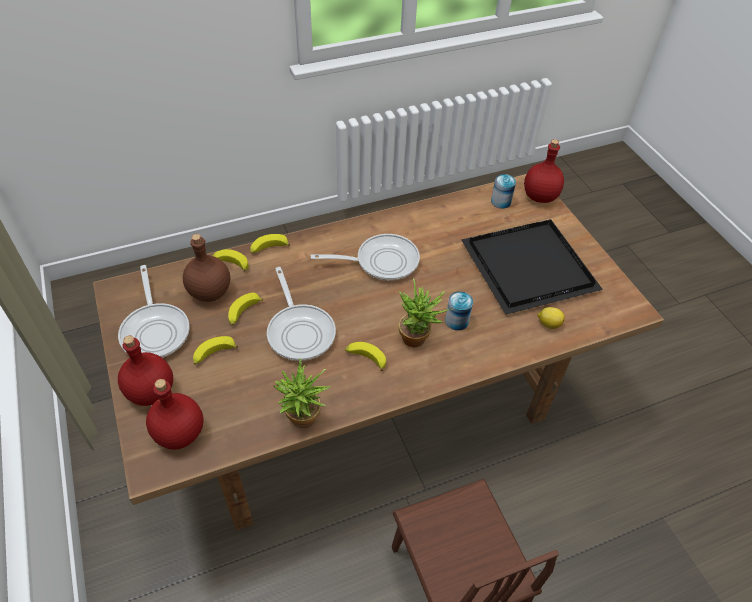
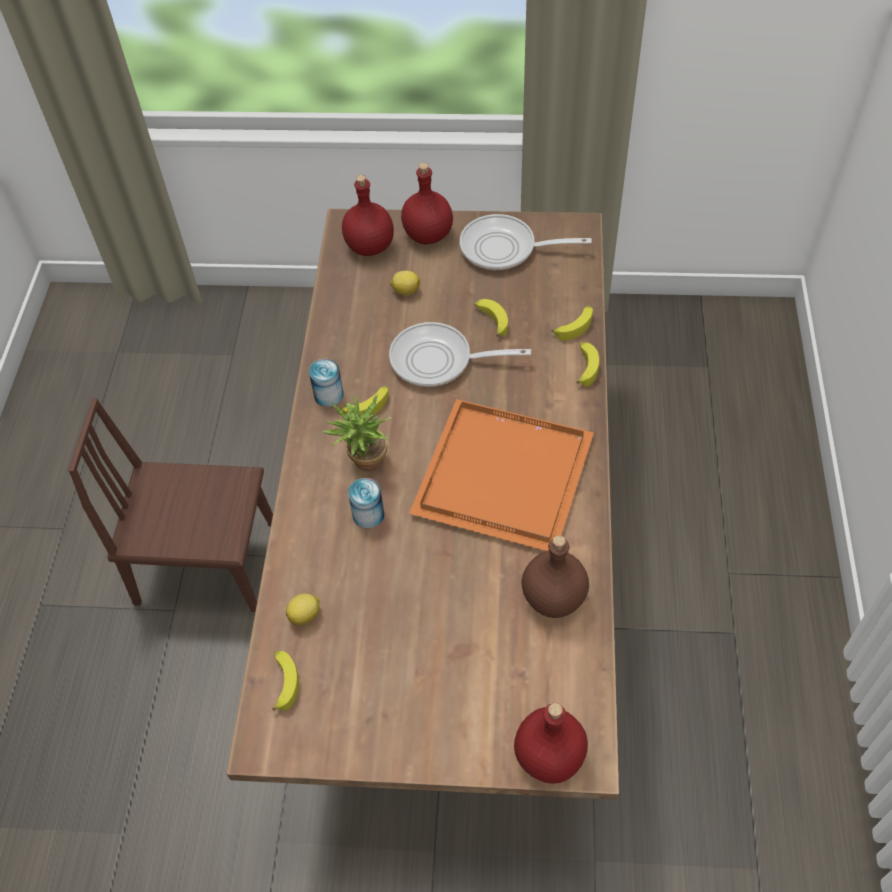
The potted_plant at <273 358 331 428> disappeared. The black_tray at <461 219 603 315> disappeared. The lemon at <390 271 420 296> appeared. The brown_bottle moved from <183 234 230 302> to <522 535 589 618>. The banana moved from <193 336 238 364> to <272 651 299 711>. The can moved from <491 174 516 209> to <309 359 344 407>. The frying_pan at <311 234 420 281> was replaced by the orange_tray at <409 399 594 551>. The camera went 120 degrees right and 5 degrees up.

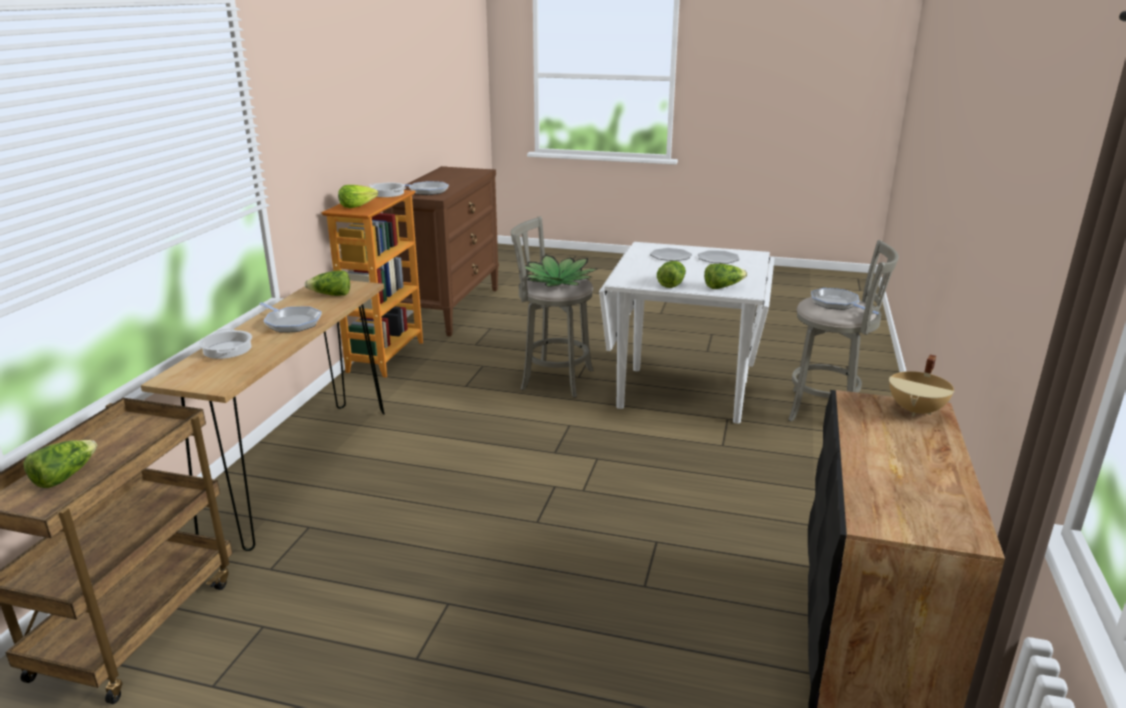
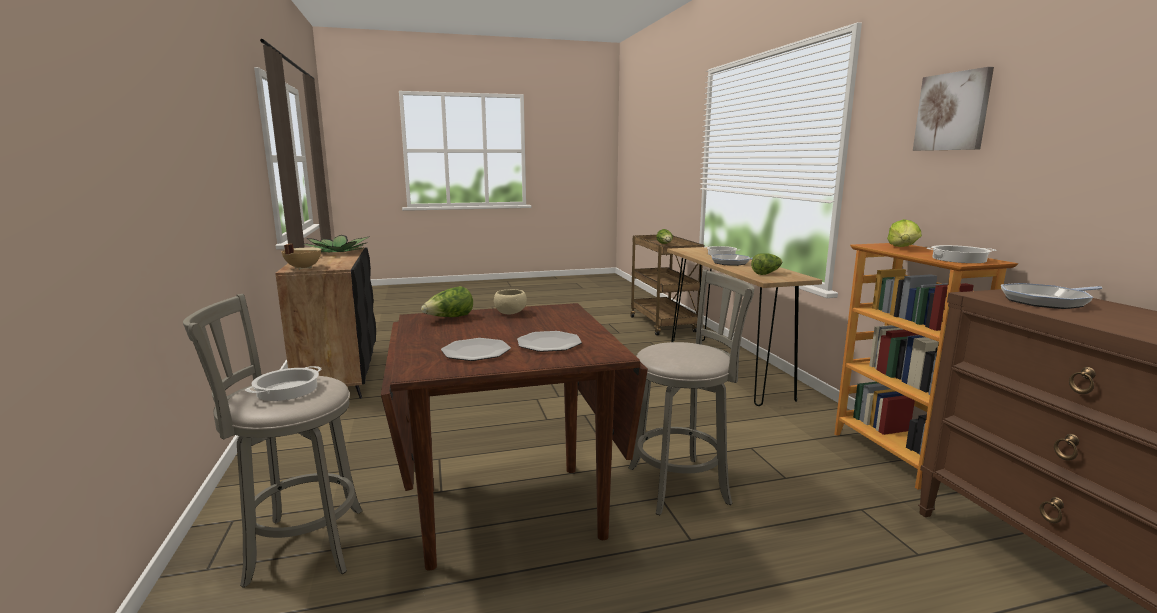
The picture at <913 67 994 151> appeared. The potted_plant moved from <525 255 597 287> to <303 235 370 252>. The lettuce at <657 261 686 288> was replaced by the beige_bowl at <494 289 527 315>. The frying_pan at <811 288 879 314> was replaced by the cooking_pot at <245 366 321 401>. The white_dining_table at <599 242 775 424> became the brown_dining_table at <381 303 648 571>. The camera went 150 degrees right and 10 degrees down.

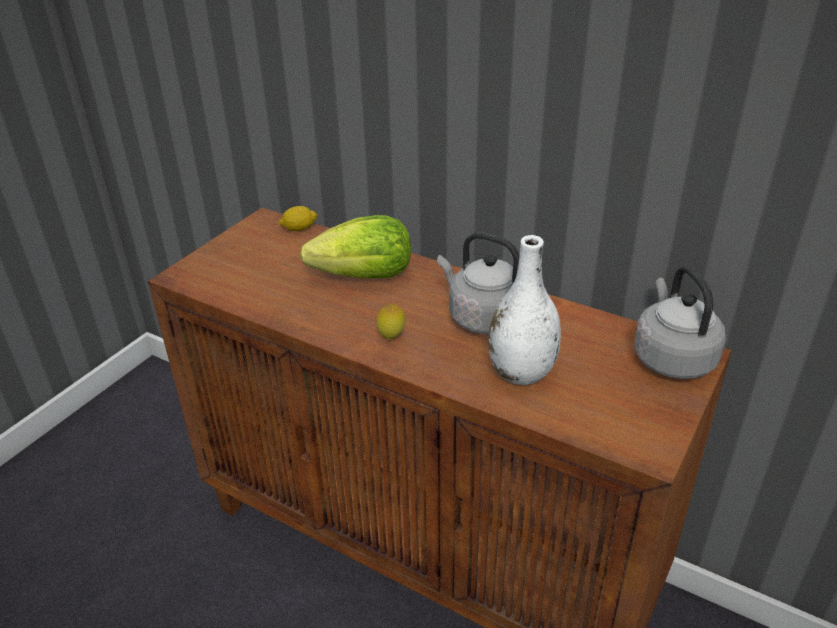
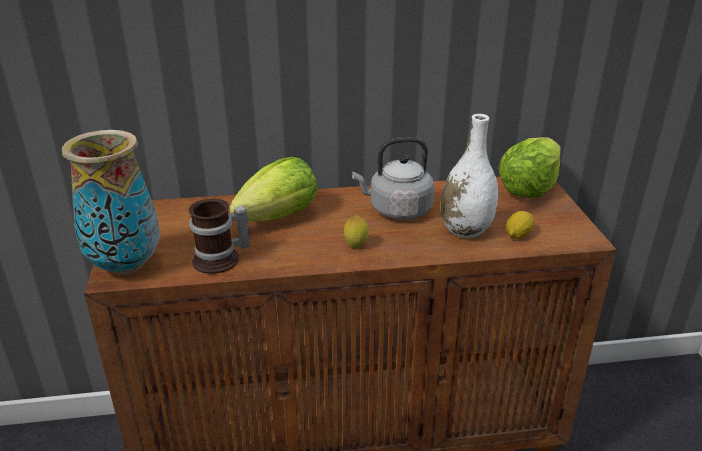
The vase at <62 130 160 275> appeared. The mug at <188 199 250 274> appeared. The lemon moved from <278 206 318 231> to <506 211 534 239>. The grey_kettle at <634 266 726 379> was replaced by the lettuce at <499 137 560 198>. The camera went 40 degrees left and 5 degrees down.

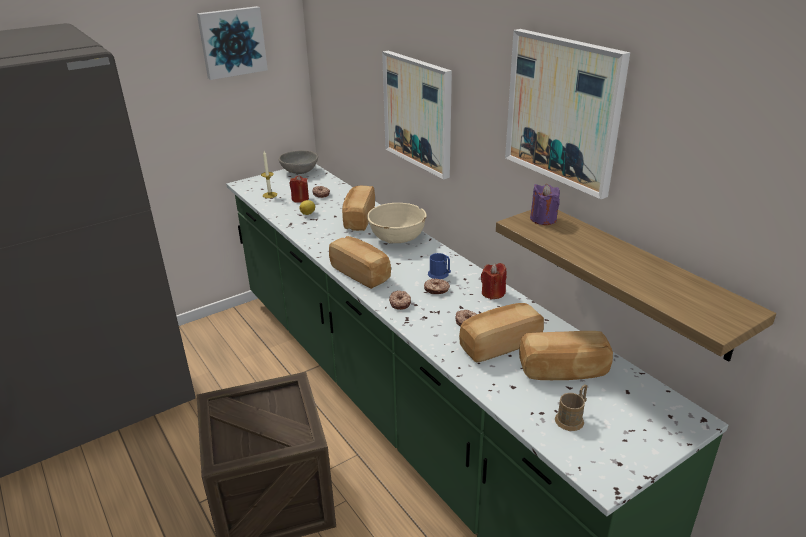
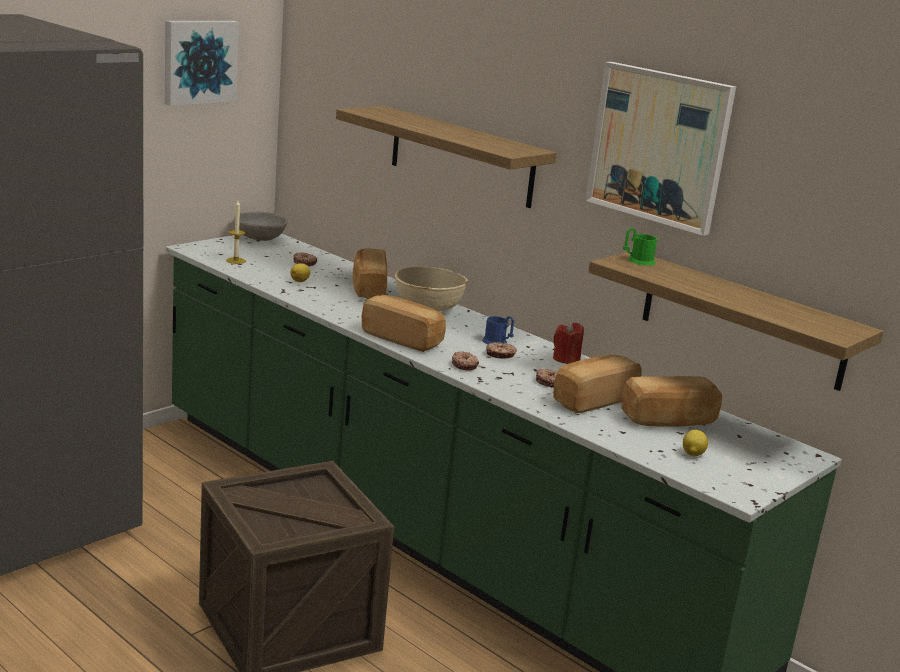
The red_candle at <289 175 309 203> disappeared. The picture at <382 51 452 179> was replaced by the shelf at <336 106 557 208>. The purple_candle at <530 184 560 225> was replaced by the green_mug at <623 228 657 266>. The brown_mug at <555 384 587 431> was replaced by the lemon at <683 430 708 456>. The camera went 15 degrees left and 10 degrees down.

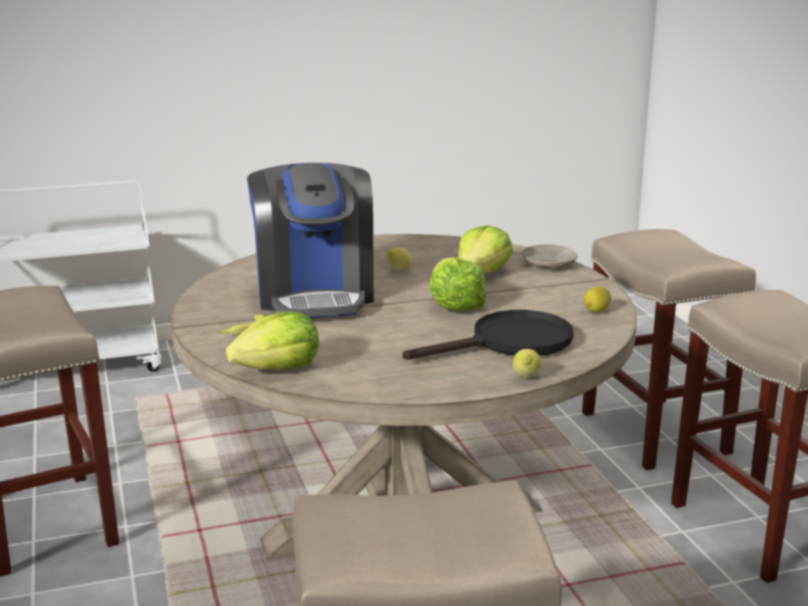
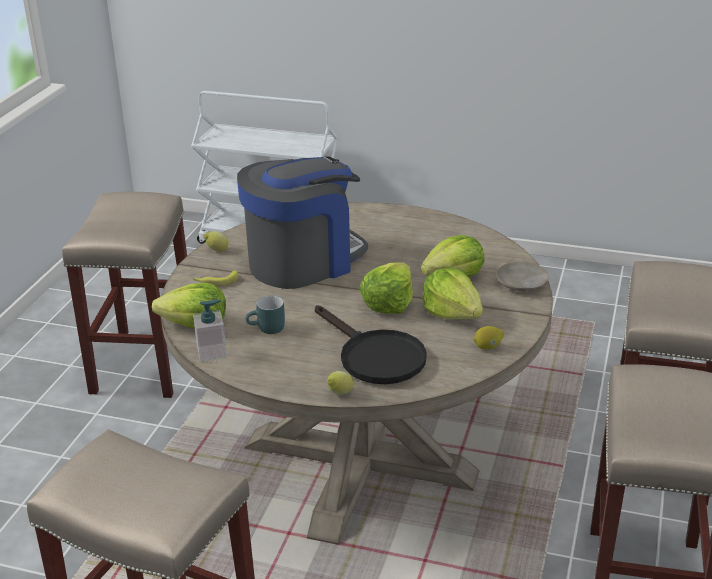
The soap_dispenser at <193 300 227 362> appeared. The turquoise_mug at <246 296 285 334> appeared. The lettuce at <422 268 483 319> appeared. The lemon moved from <387 247 412 270> to <203 231 229 252>. The coffee_machine at <247 163 374 318> turned 150 degrees counterclockwise. The black_frying_pan at <403 310 574 360> turned 45 degrees clockwise. The camera went 35 degrees right and 10 degrees up.

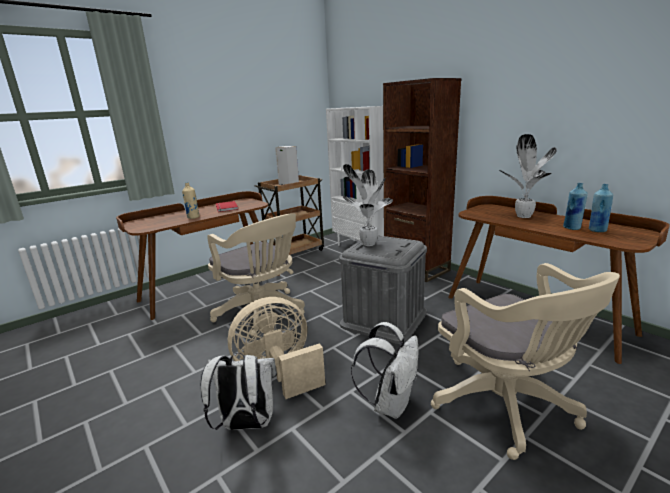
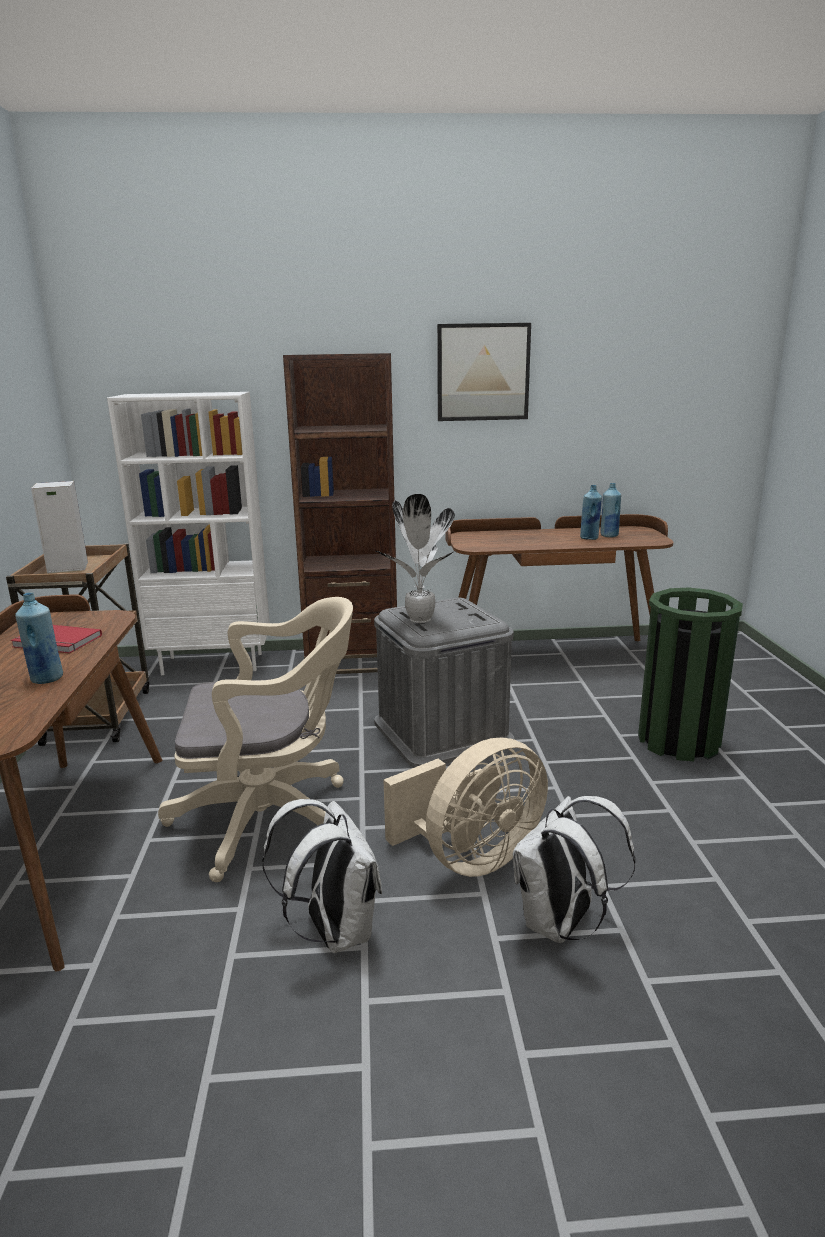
The potted_plant at <499 134 557 218> disappeared. The picture at <437 323 531 421> appeared. The white_backpack moved from <351 322 418 419> to <262 799 382 953>. The beige_office_chair at <431 263 620 460> was replaced by the green_trash_can at <638 587 743 761>. The beige_bottle at <182 182 200 219> became the blue_bottle at <15 592 63 684>. The beige_fan at <228 297 325 399> turned 135 degrees counterclockwise. The camera went 55 degrees left and 0 degrees up.

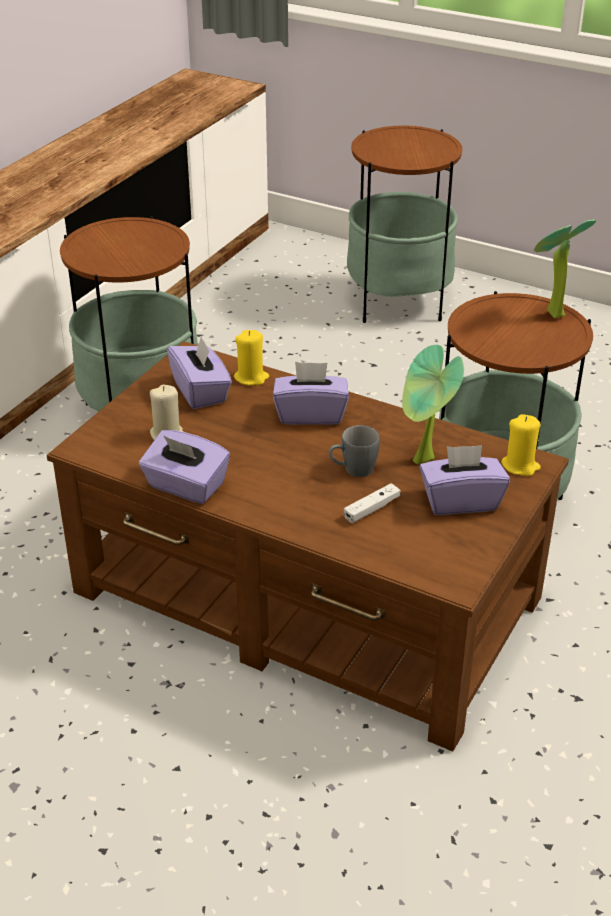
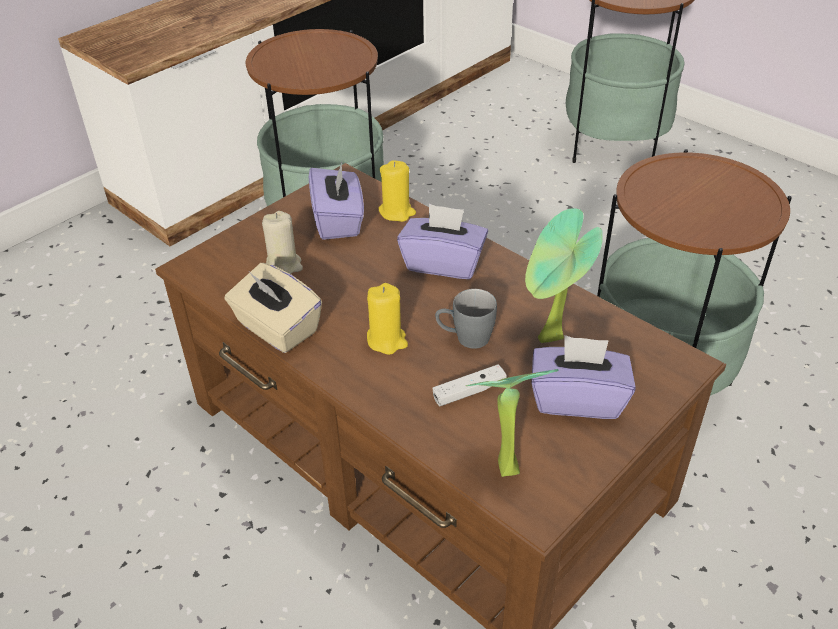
The yellow_candle moved from <501 414 541 476> to <367 283 408 355>. The potted_plant moved from <534 219 596 318> to <466 369 559 477>. The purple_tissue_box at <139 430 230 504> became the beige_tissue_box at <225 263 322 353>. The camera went 15 degrees right and 5 degrees up.

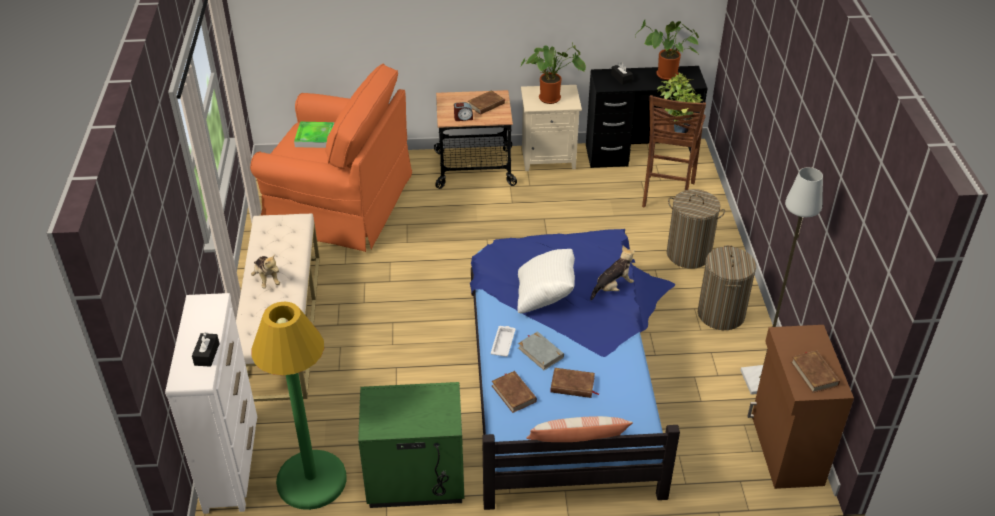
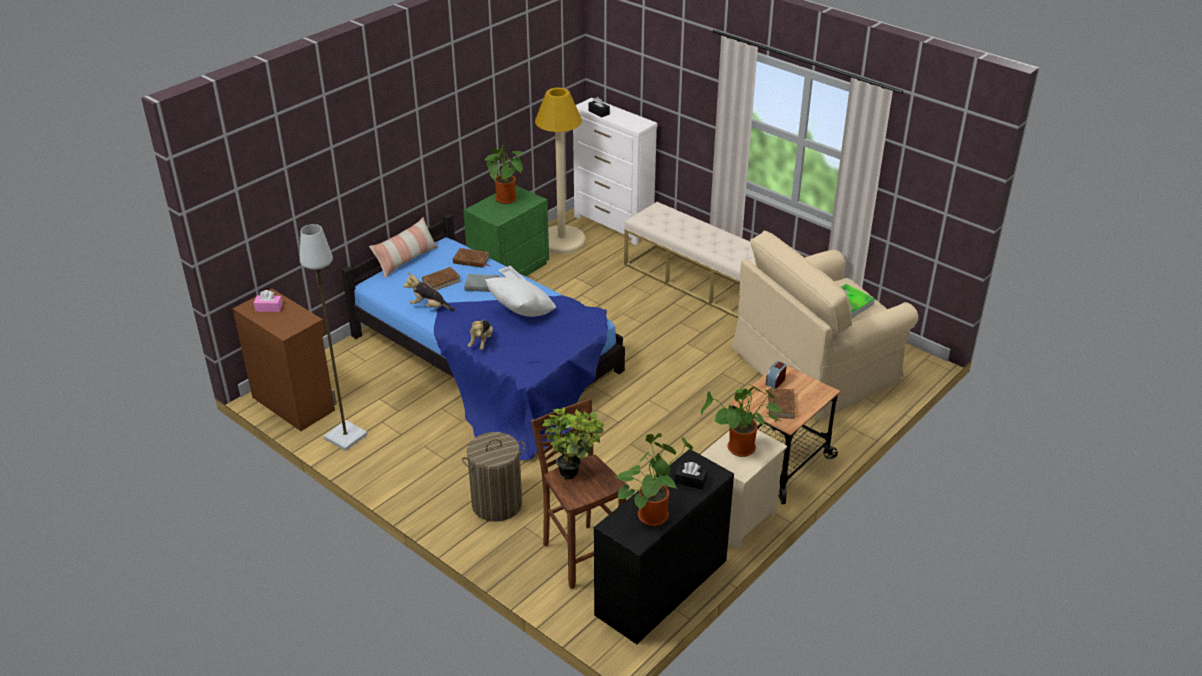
The laundry_basket at <698 245 756 330> disappeared. The potted_plant at <485 146 525 204> appeared. The plush_toy moved from <251 253 280 288> to <404 273 455 311>. The brown_book at <791 351 840 393> was replaced by the pink_tissue_box at <254 290 283 312>. The orange_armchair at <250 64 412 252> became the beige_armchair at <731 231 919 421>. The green_floor_lamp at <252 302 347 510> became the beige_floor_lamp at <535 88 586 254>. The camera went 135 degrees right and 5 degrees down.

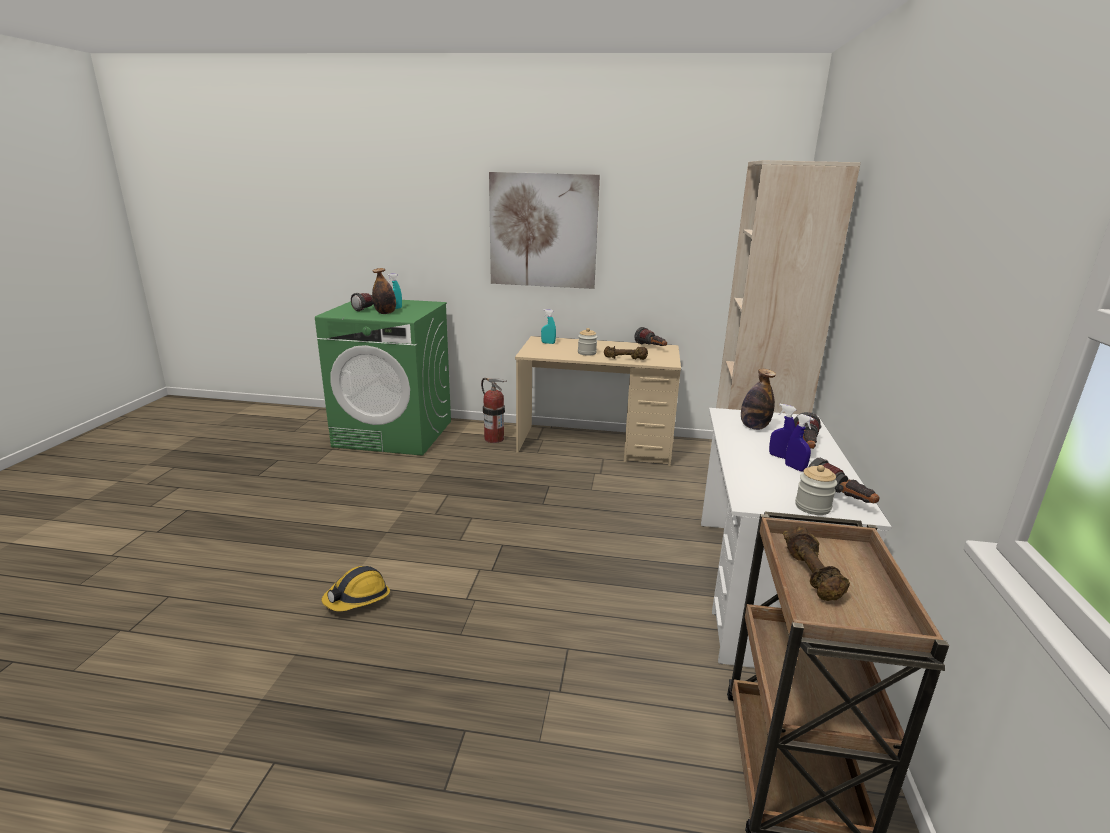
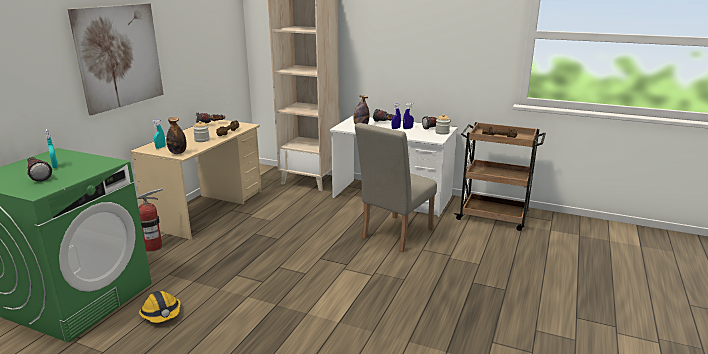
The beige_chair at <355 123 437 253> appeared. The hard_hat moved from <322 566 390 612> to <139 291 181 323>. The bottle moved from <372 268 396 314> to <166 117 187 154>. The camera went 75 degrees left and 0 degrees up.

